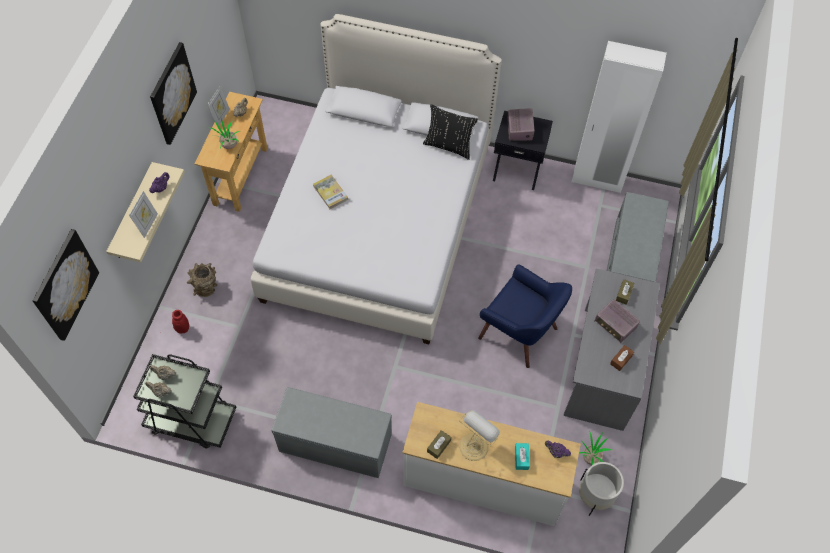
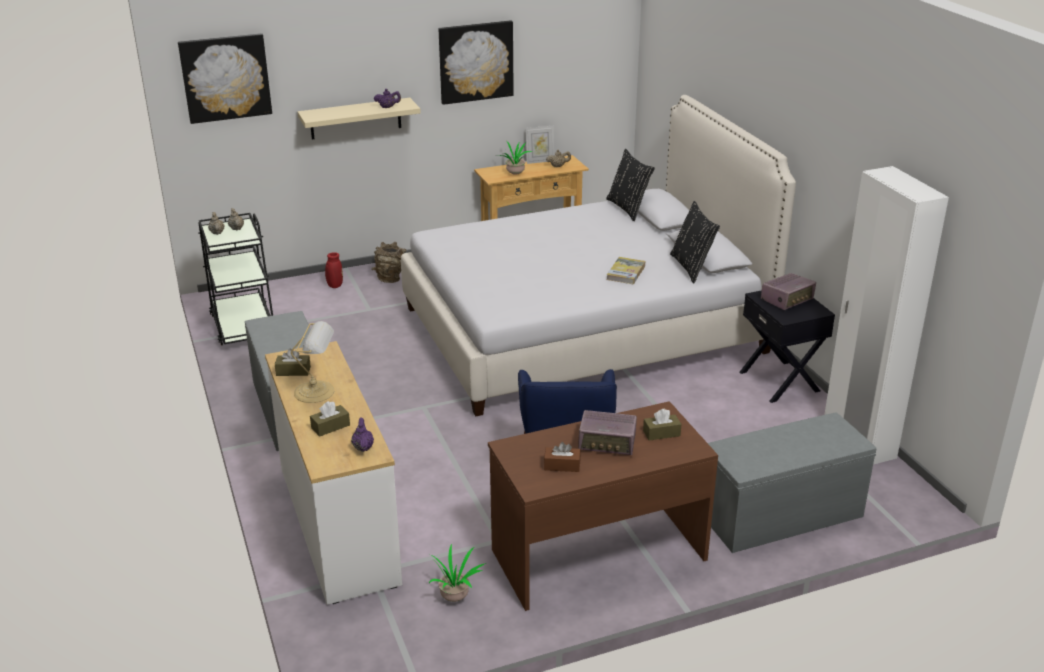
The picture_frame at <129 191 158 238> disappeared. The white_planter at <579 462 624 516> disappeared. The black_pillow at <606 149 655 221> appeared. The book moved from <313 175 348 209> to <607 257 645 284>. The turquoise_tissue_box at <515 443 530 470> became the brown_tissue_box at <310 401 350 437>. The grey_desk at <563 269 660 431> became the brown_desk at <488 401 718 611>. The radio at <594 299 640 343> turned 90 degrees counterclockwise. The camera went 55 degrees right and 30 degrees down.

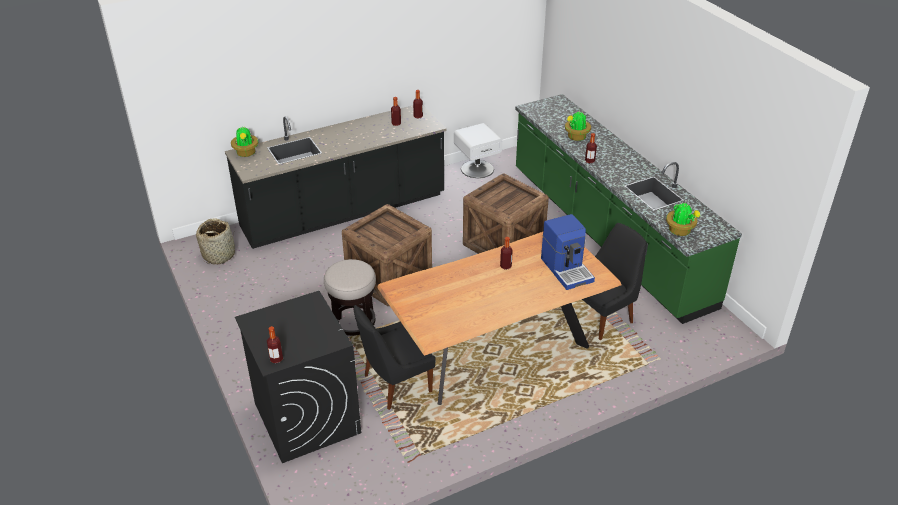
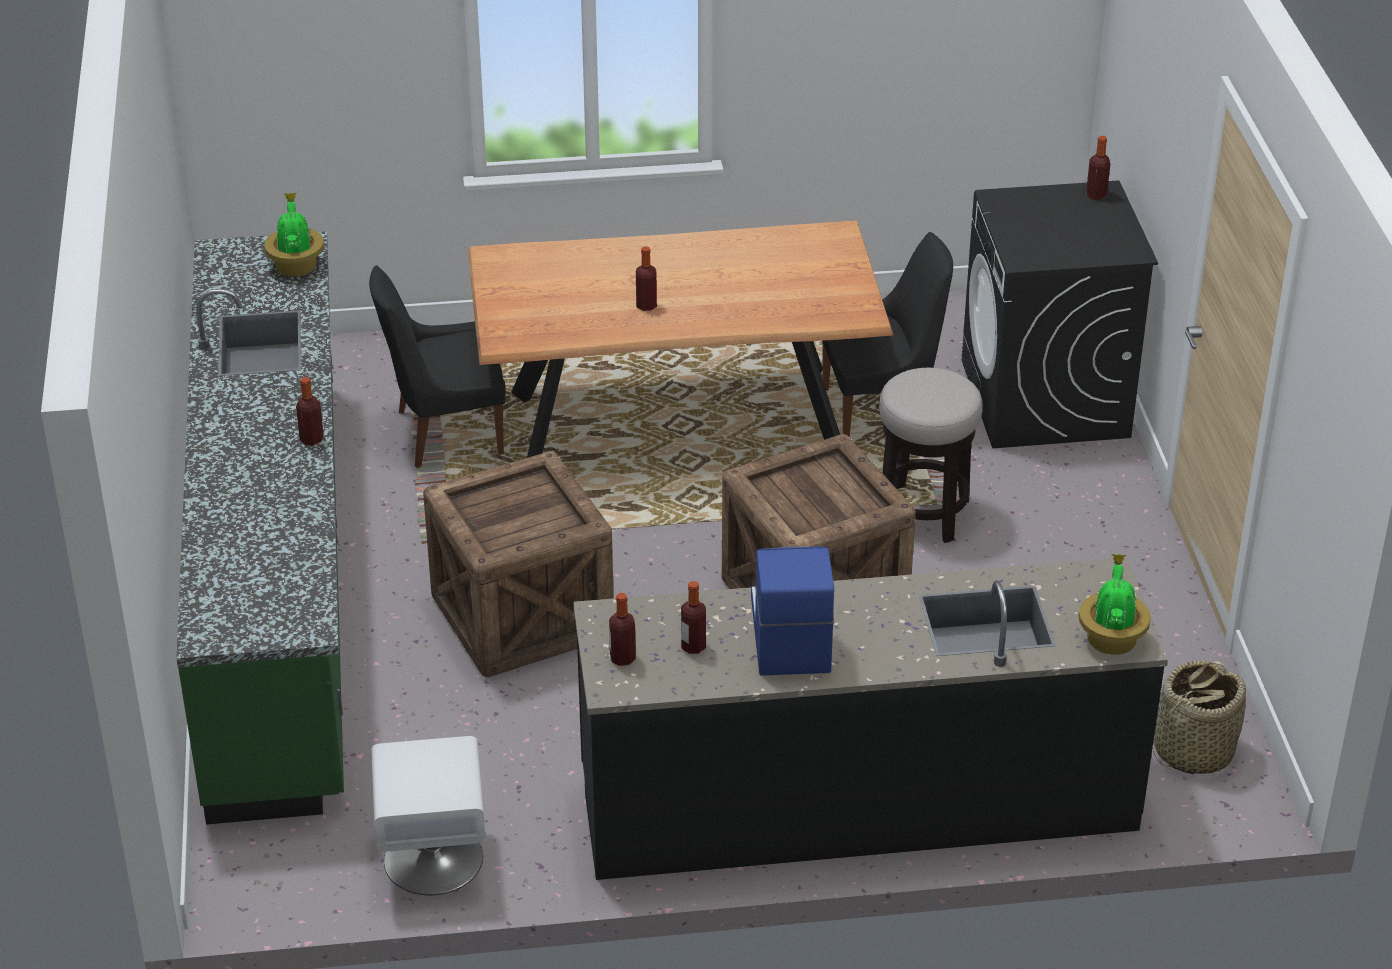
The potted_plant at <565 112 591 141> disappeared. The coffee_machine moved from <541 214 595 290> to <751 546 834 676>. The camera went 160 degrees left and 0 degrees up.

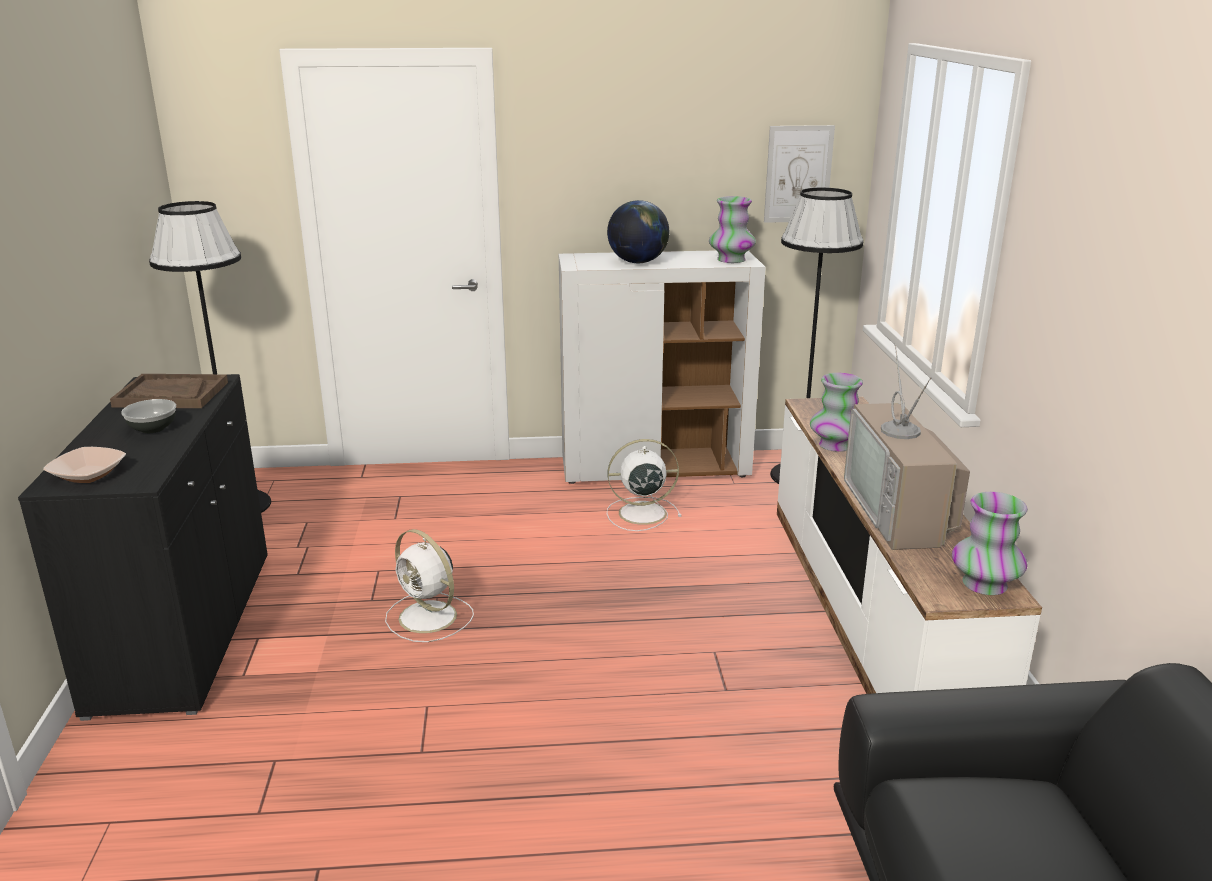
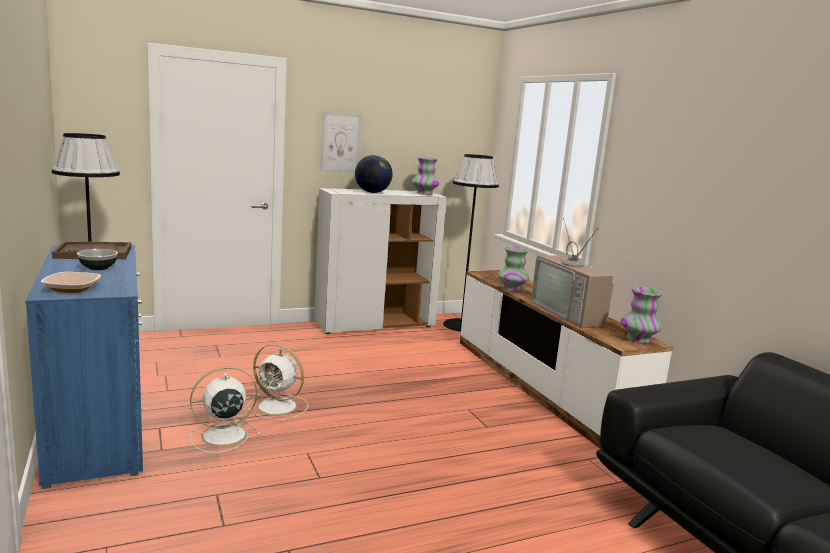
The white_fan moved from <607 439 682 531> to <190 367 261 453>. The picture moved from <764 125 835 223> to <320 111 362 173>. The black_cabinet at <18 374 268 721> became the blue_cabinet at <25 245 143 489>. The camera went 20 degrees left and 10 degrees down.

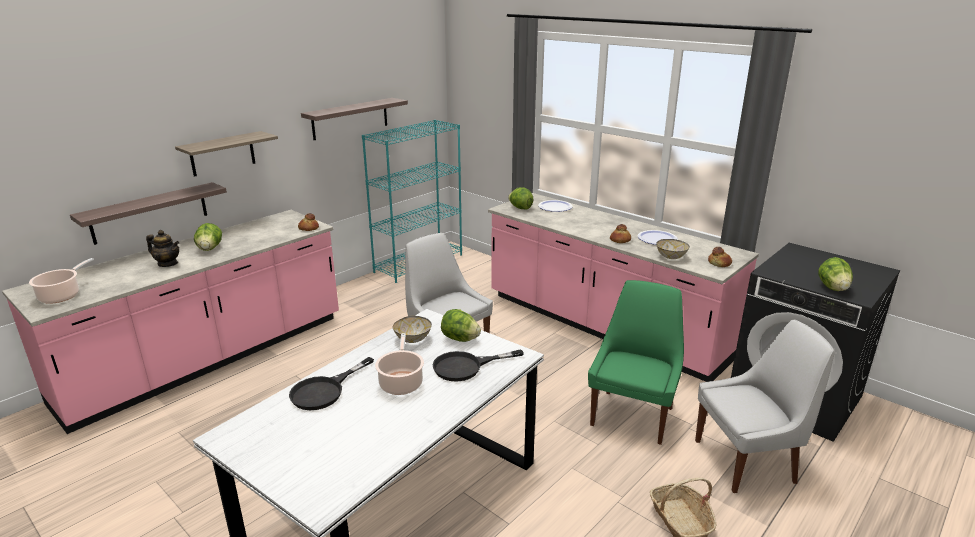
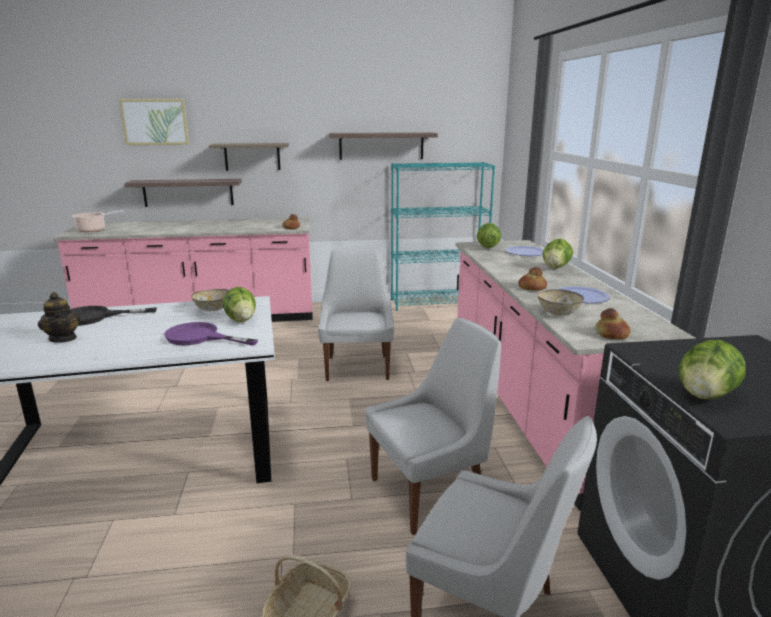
The cooking_pot at <375 333 424 395> disappeared. The picture at <119 99 189 145> appeared. The teapot moved from <146 230 179 267> to <38 292 80 343>. The lettuce moved from <194 223 222 251> to <543 239 573 268>. The black_frying_pan at <433 349 524 382> became the purple_frying_pan at <164 322 258 346>. The green_chair at <588 280 684 445> became the white_chair at <366 318 501 535>. The camera went 40 degrees right and 5 degrees down.

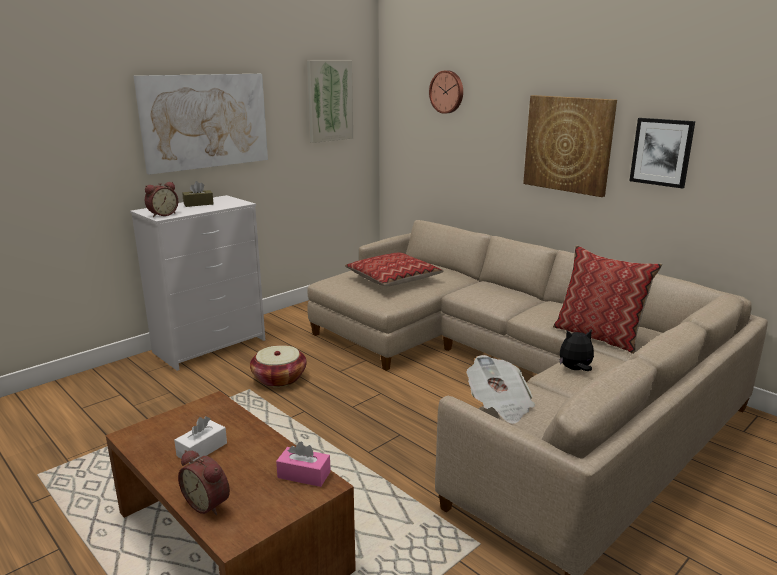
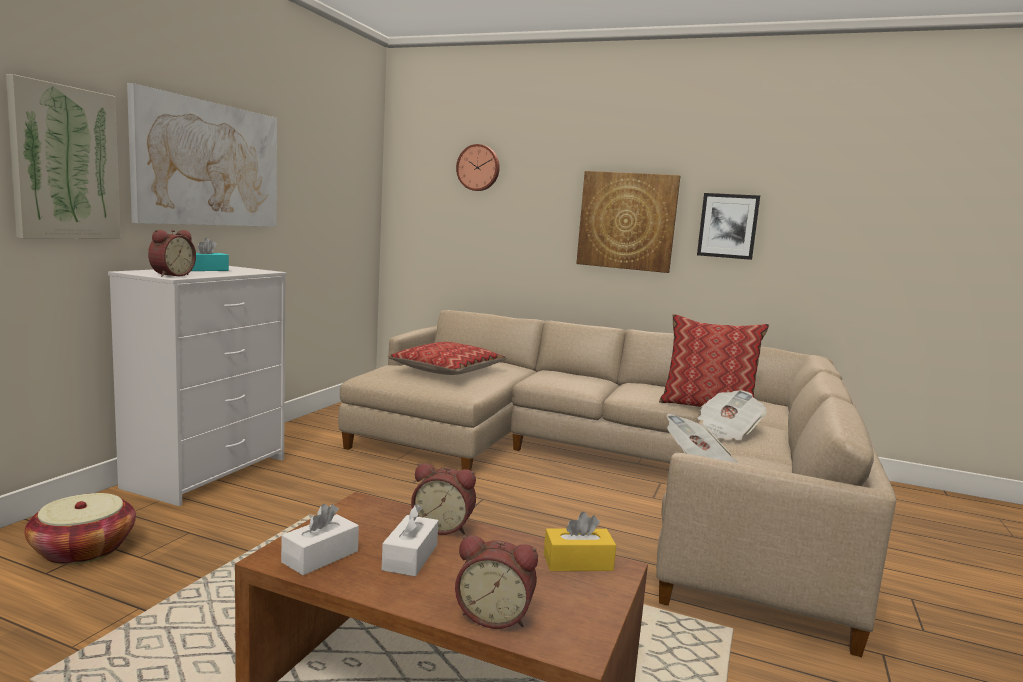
The white_tissue_box at <281 504 359 575> appeared. The alarm_clock at <411 463 476 535> appeared. The basket moved from <250 345 307 387> to <25 493 136 565>. The picture moved from <307 61 353 143> to <6 74 121 239>. The plush_toy at <560 330 594 371> was replaced by the newspaper at <697 390 767 440>. The brown_tissue_box at <183 181 214 207> became the turquoise_tissue_box at <191 238 229 271>. The pink_tissue_box at <276 441 331 487> became the yellow_tissue_box at <544 512 616 571>. The camera went 25 degrees left and 10 degrees down.

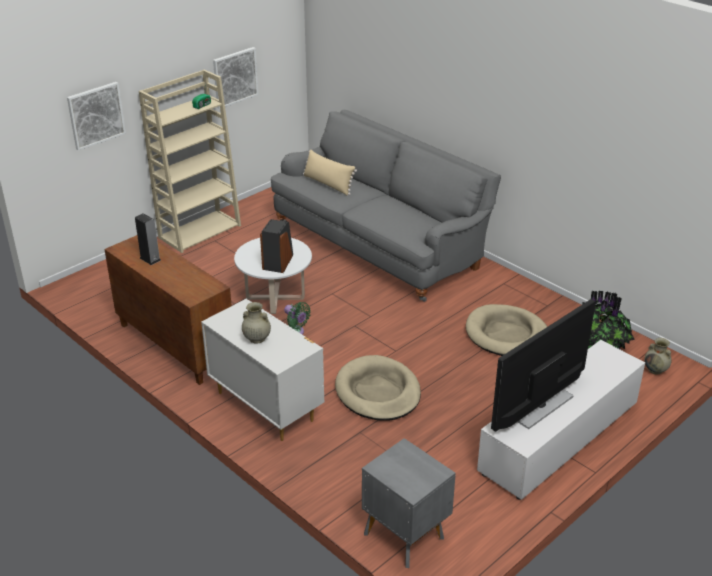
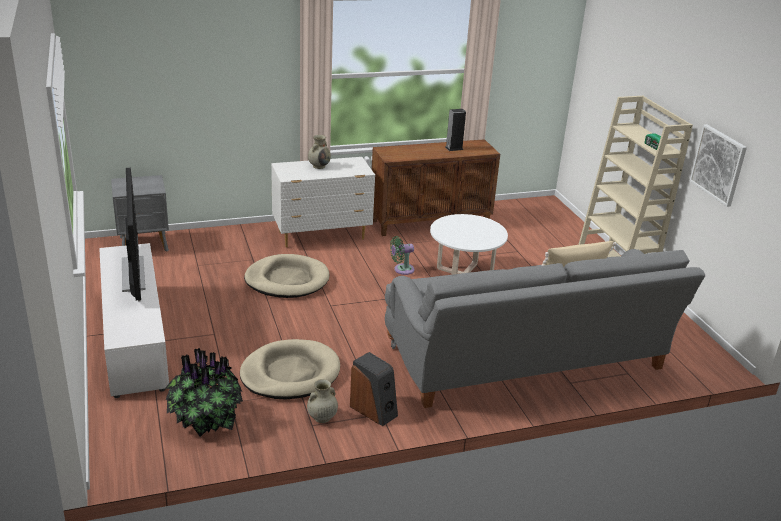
The picture at <67 82 126 151> disappeared. The speaker moved from <260 219 293 273> to <350 352 398 426>. The beige_vase moved from <644 338 672 374> to <307 379 338 423>. The camera went 115 degrees right and 5 degrees down.

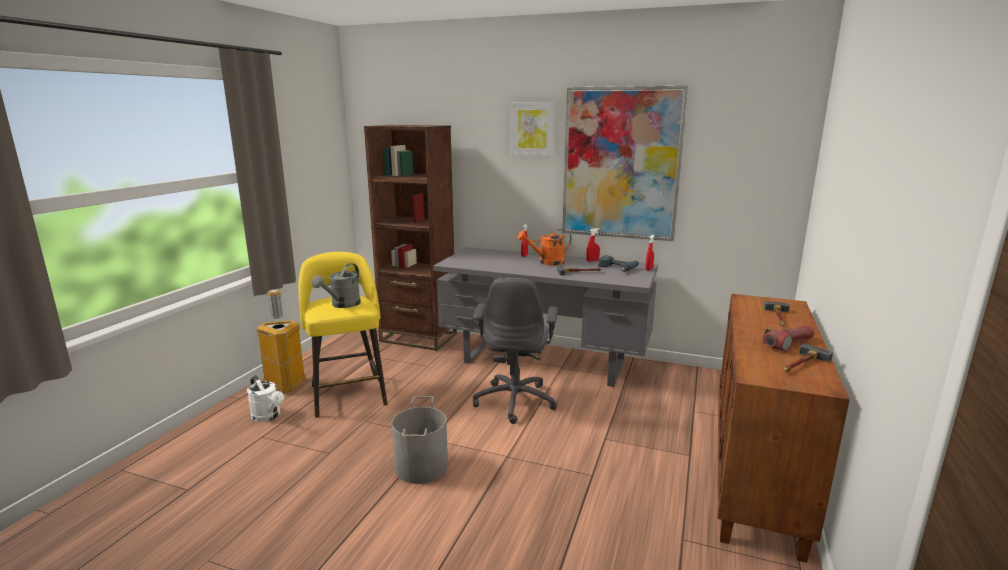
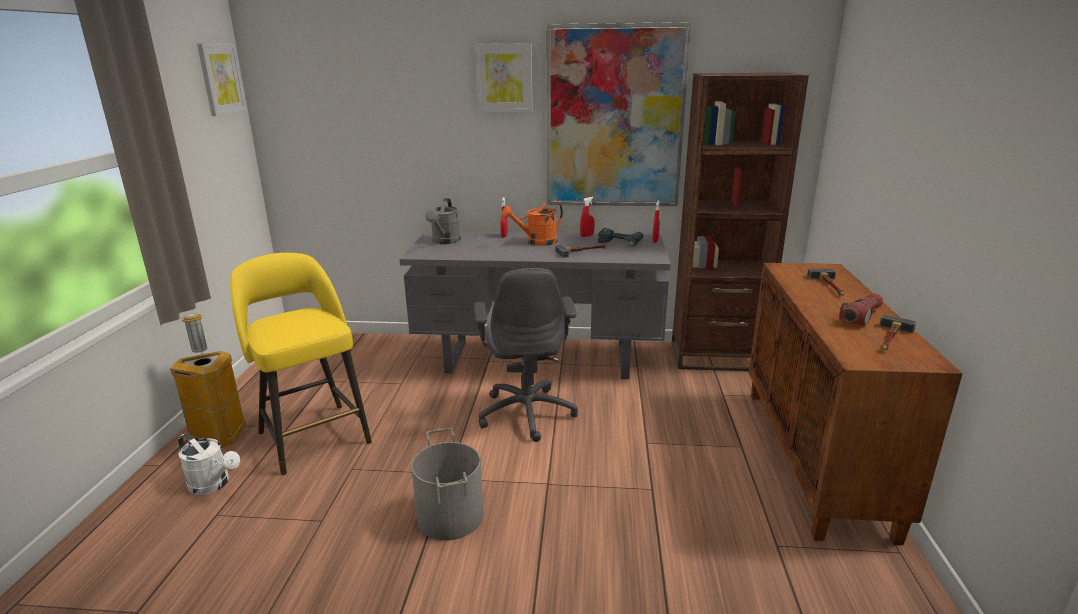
The picture at <197 43 246 116> appeared. The grey_watering_can moved from <312 263 361 308> to <425 198 461 244>. The brown_bookcase moved from <364 125 457 351> to <672 73 809 371>. The camera went 15 degrees left and 5 degrees up.

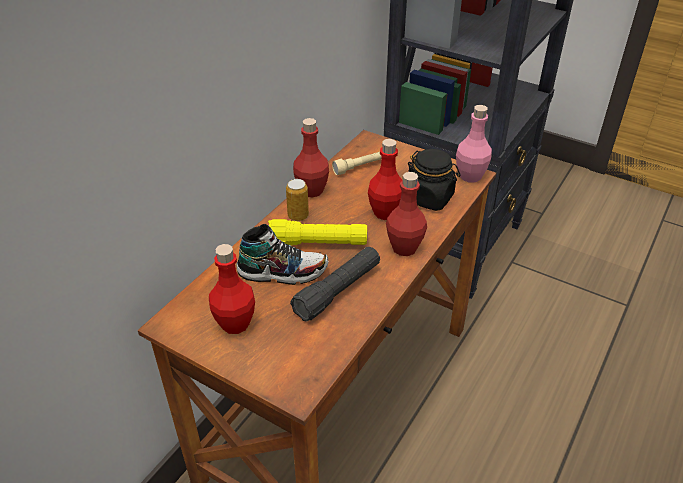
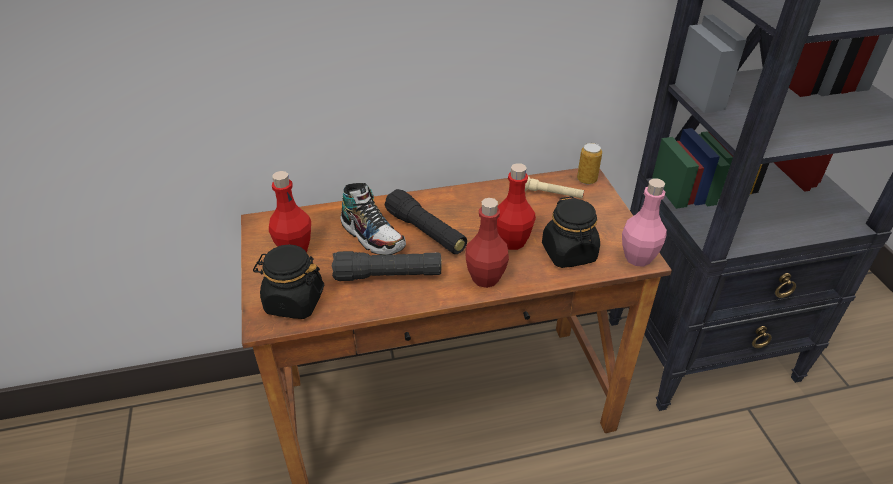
The red_bottle at <293 118 329 198> disappeared. The black_jar at <253 244 324 319> appeared. The can moved from <286 179 309 221> to <577 143 602 184>. The yellow_flashlight at <268 219 368 245> became the black_flashlight at <385 189 467 254>. The camera went 45 degrees right and 0 degrees up.

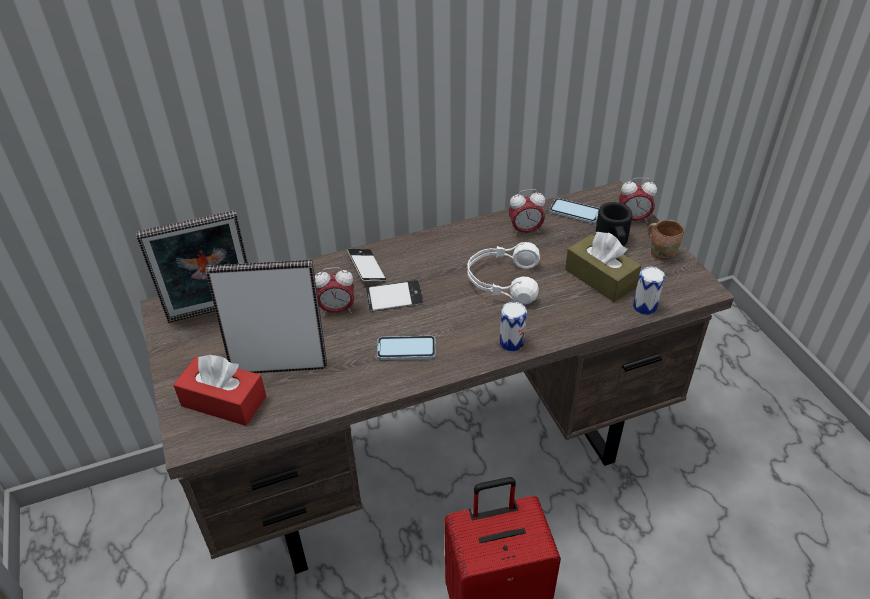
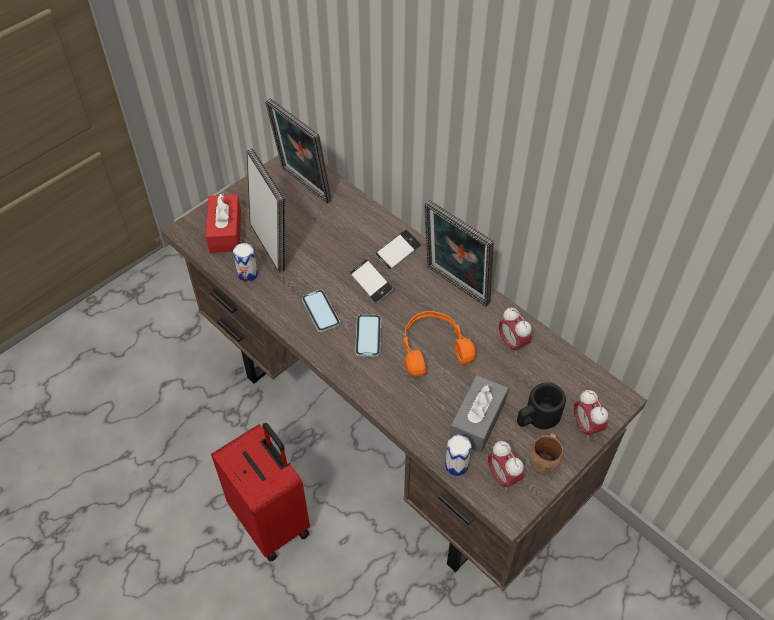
The picture_frame at <424 200 494 307> appeared. The alarm_clock moved from <315 267 354 316> to <488 441 524 491>. The can moved from <500 302 527 351> to <233 243 258 282>. The phone moved from <549 198 599 223> to <355 315 381 357>. The white_headphones at <467 242 540 304> became the orange_headphones at <403 311 476 377>. The brown_tissue_box at <565 232 641 302> became the grey_tissue_box at <449 375 508 453>. The camera went 65 degrees right and 10 degrees up.

